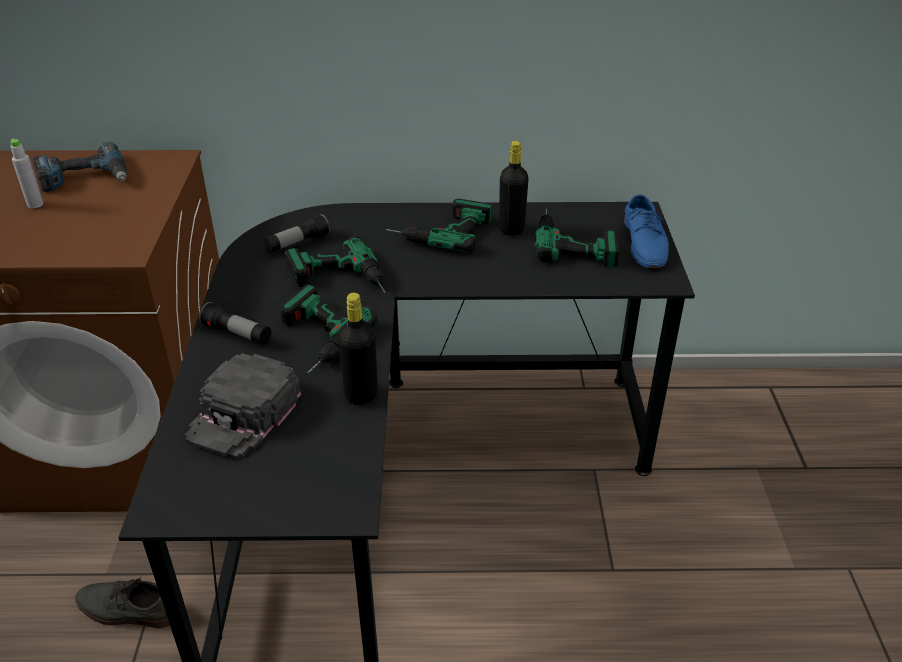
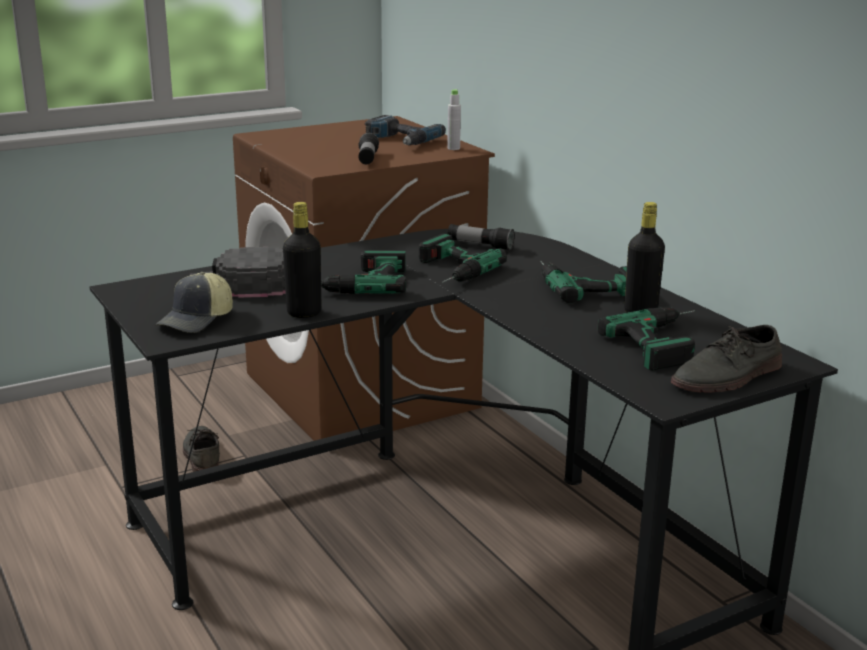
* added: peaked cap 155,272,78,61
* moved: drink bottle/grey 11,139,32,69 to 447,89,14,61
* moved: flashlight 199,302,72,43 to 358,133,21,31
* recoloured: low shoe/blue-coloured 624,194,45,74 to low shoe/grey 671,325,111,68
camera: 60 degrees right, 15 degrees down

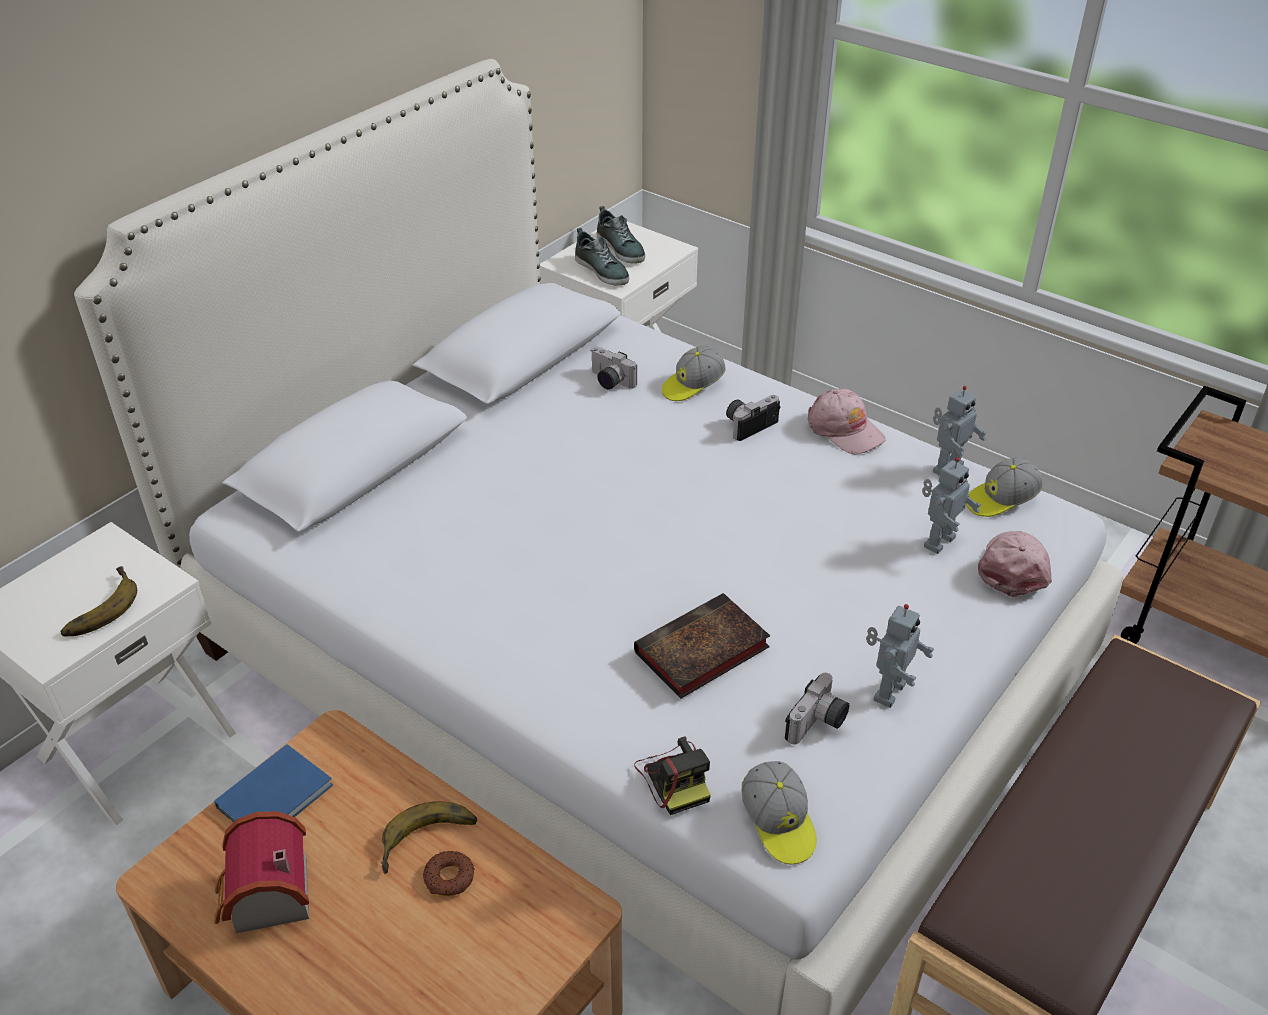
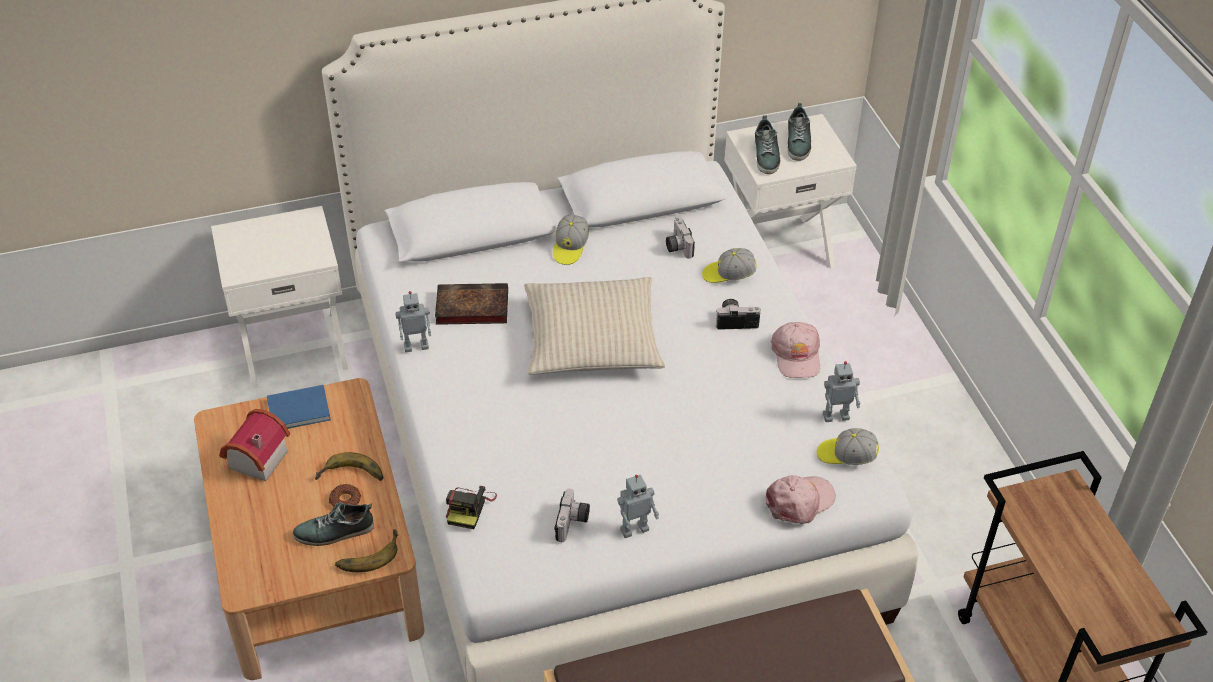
* added: low shoe 293,502,81,44
* added: cushion/sand-coloured 524,277,141,98
* moved: whole banana 60,566,77,71 to 335,529,63,43
* moved: volume 634,593,136,106 to 435,283,73,42
* moved: peaked cap 742,761,75,104 to 553,215,36,50
* moved: robot figure 922,457,59,97 to 395,291,36,61
* turned: photo camera 785,673,64,72 = 555,489,35,53 60 degrees counterclockwise
camera: 35 degrees right, 5 degrees up

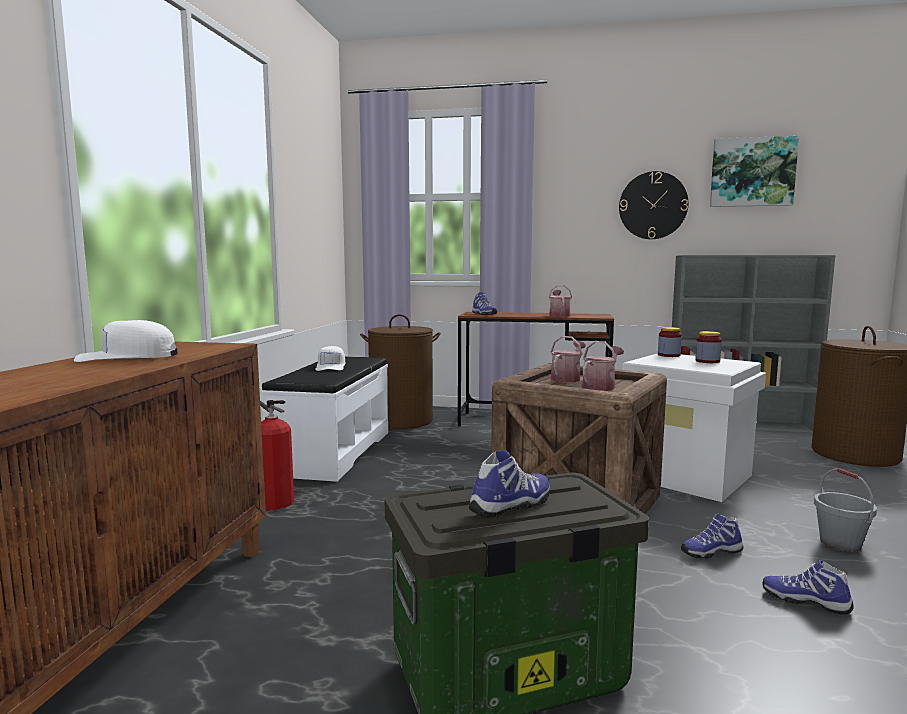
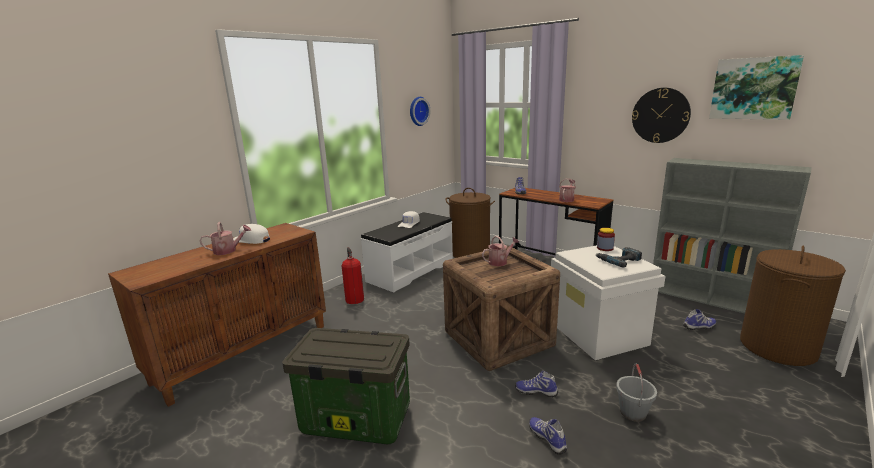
* added: hanging clock 410,97,20,29
* moved: low shoe 469,450,81,68 to 683,309,33,21
* moved: sprinkling can 582,341,42,50 to 199,222,52,33
* replaced: preserve jar 695,331,27,32 to drill 595,247,47,20
camera: 30 degrees right, 10 degrees up

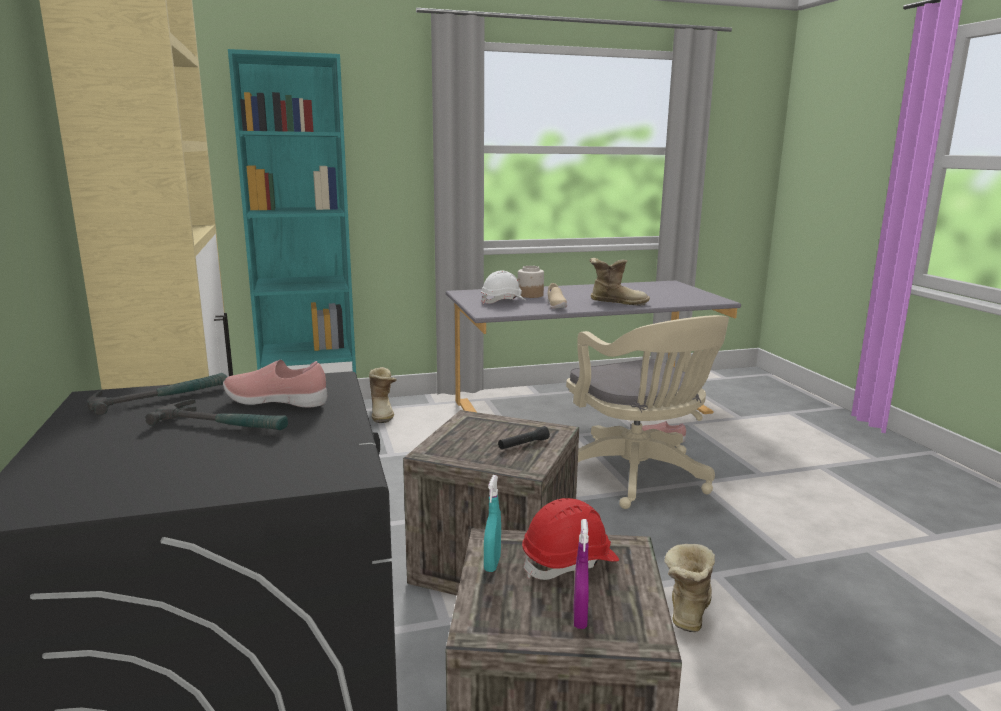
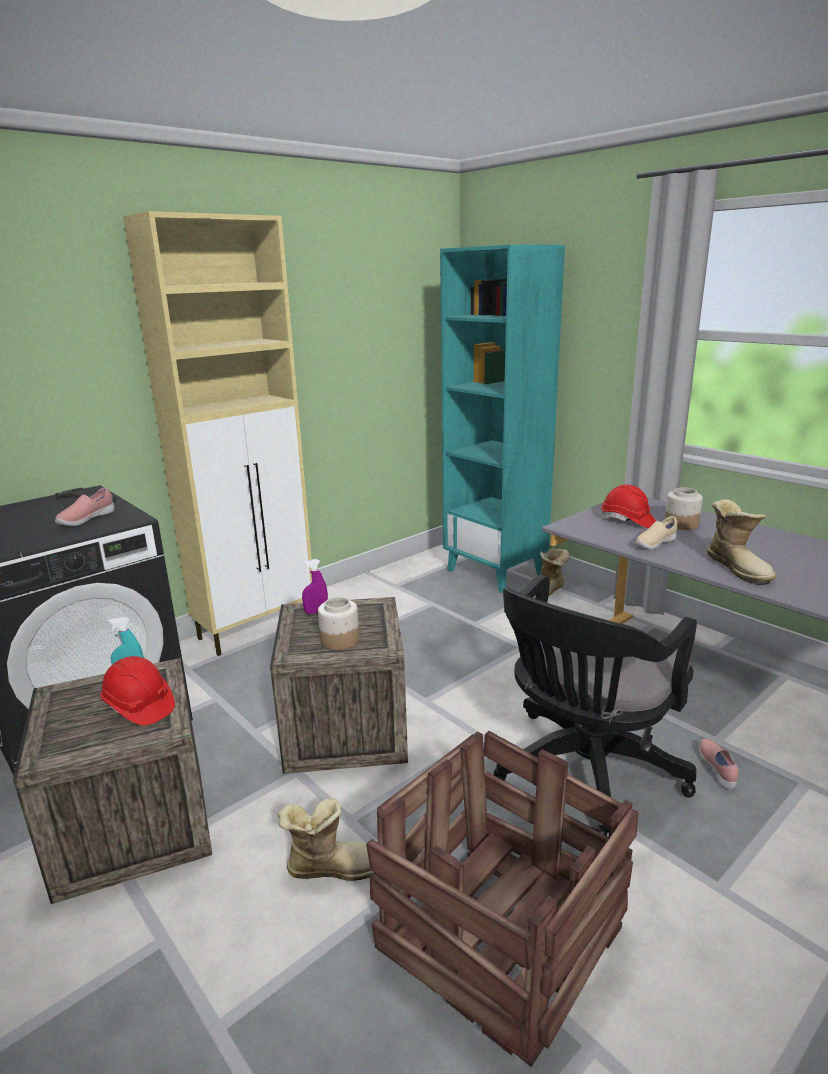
* removed: hammer 145,399,143,31
* added: shipping crate 366,731,273,336
* moved: sprayer/purple-coloured 574,519,15,110 to 302,559,26,55
* replaced: flashlight/black-coloured 498,426,52,24 to preserve jar 318,597,41,53
* recoloured: safety helmet/white-coloured 481,270,44,34 to safety helmet/red 601,485,55,43
* recoloured: computer chair/sand-coloured 566,315,163,194 to computer chair/black-coloured 494,575,203,261
* turned: low shoe/pink 223,360,104,48 = 55,487,59,39 135 degrees counterclockwise
camera: 65 degrees right, 5 degrees up

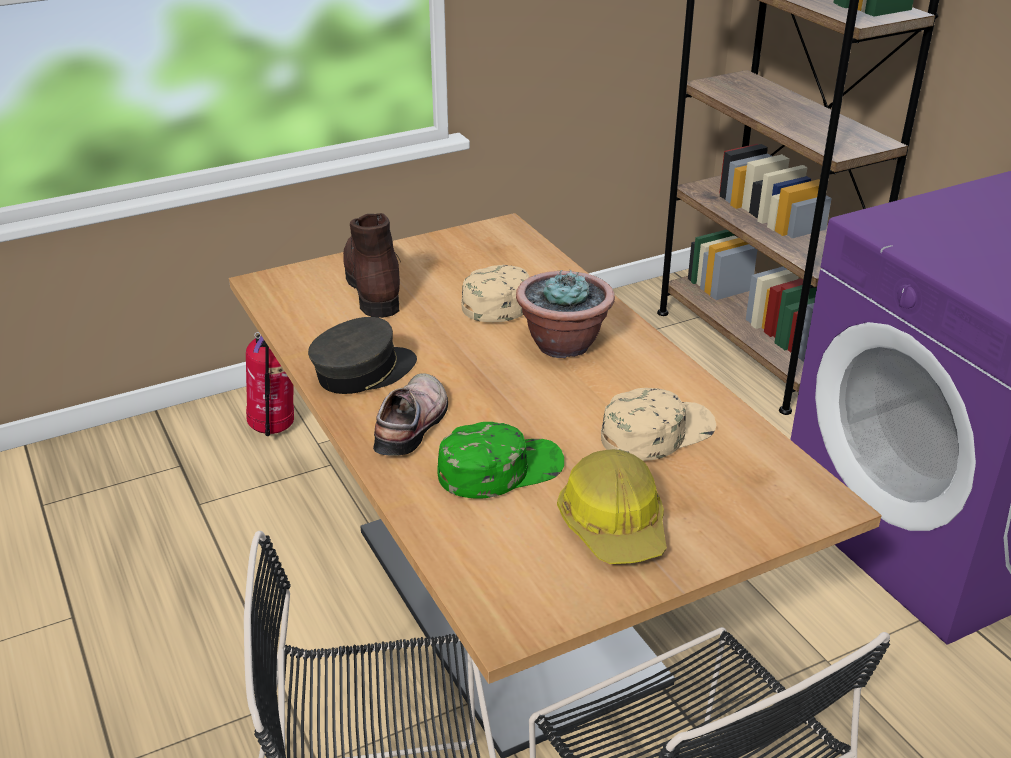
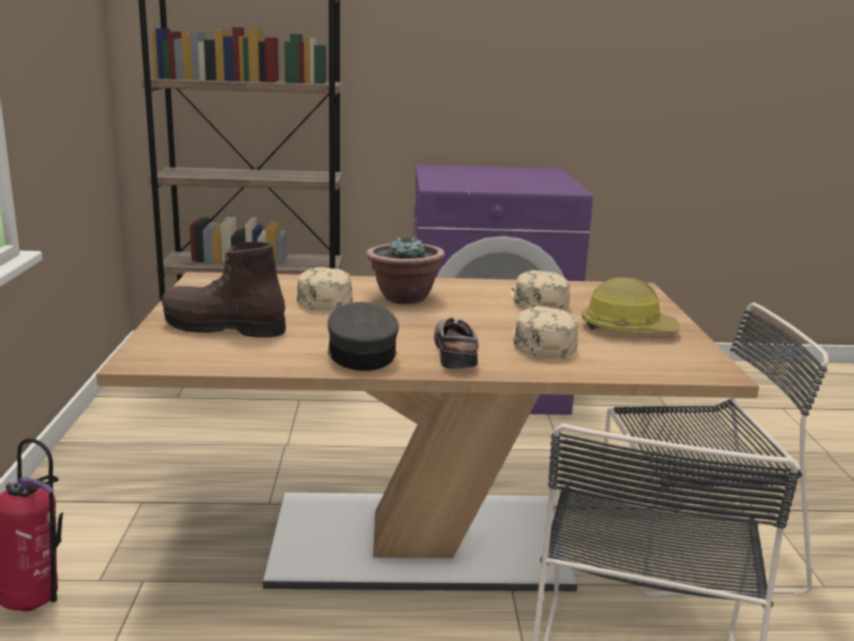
* recoloured: peaked cap/green 437,422,127,77 to peaked cap/sand-coloured 513,306,65,52
* turned: low shoe 373,373,75,82 = 434,318,45,51 45 degrees clockwise
camera: 65 degrees left, 15 degrees down

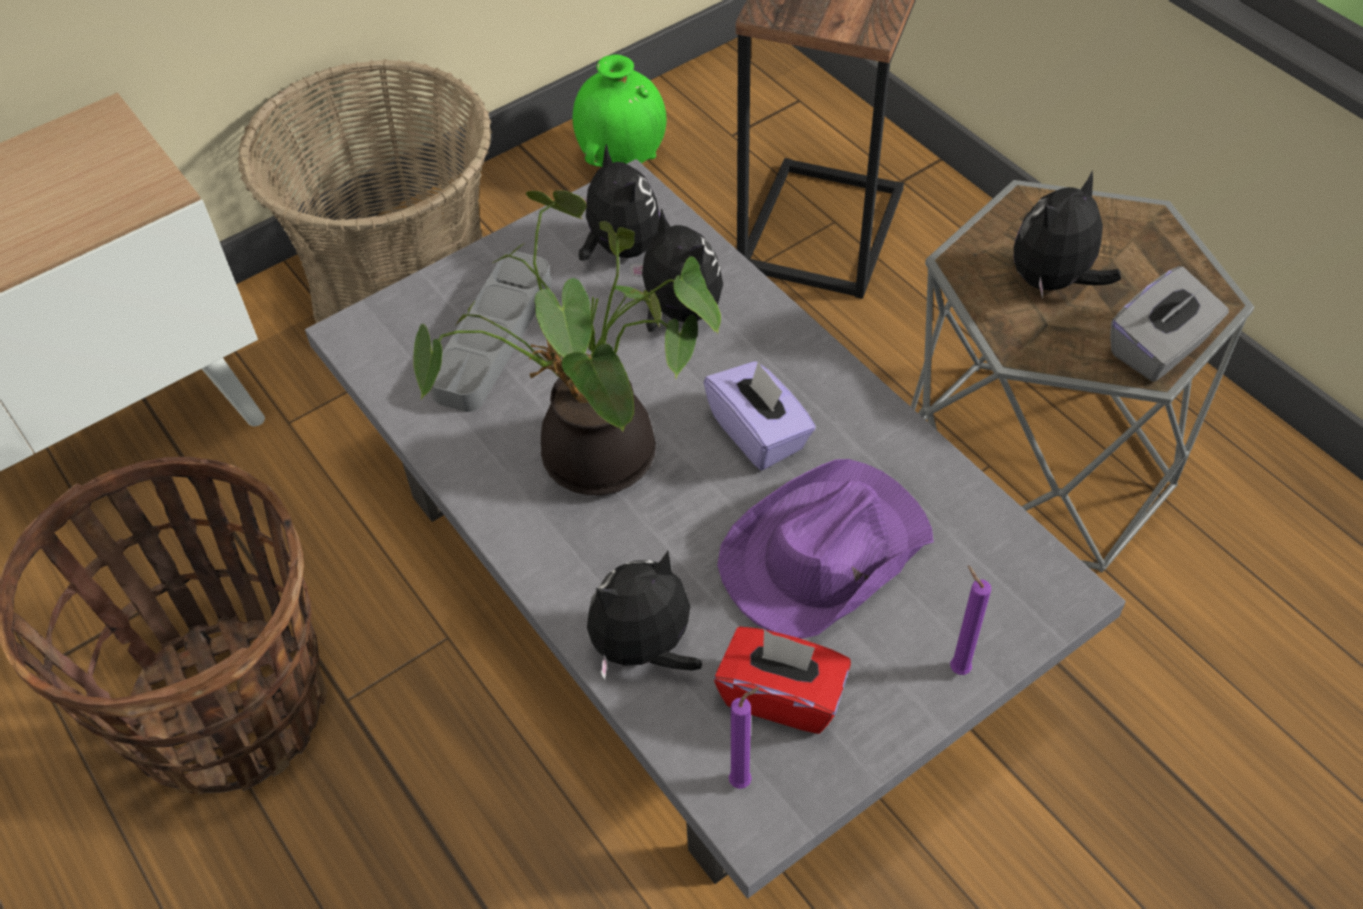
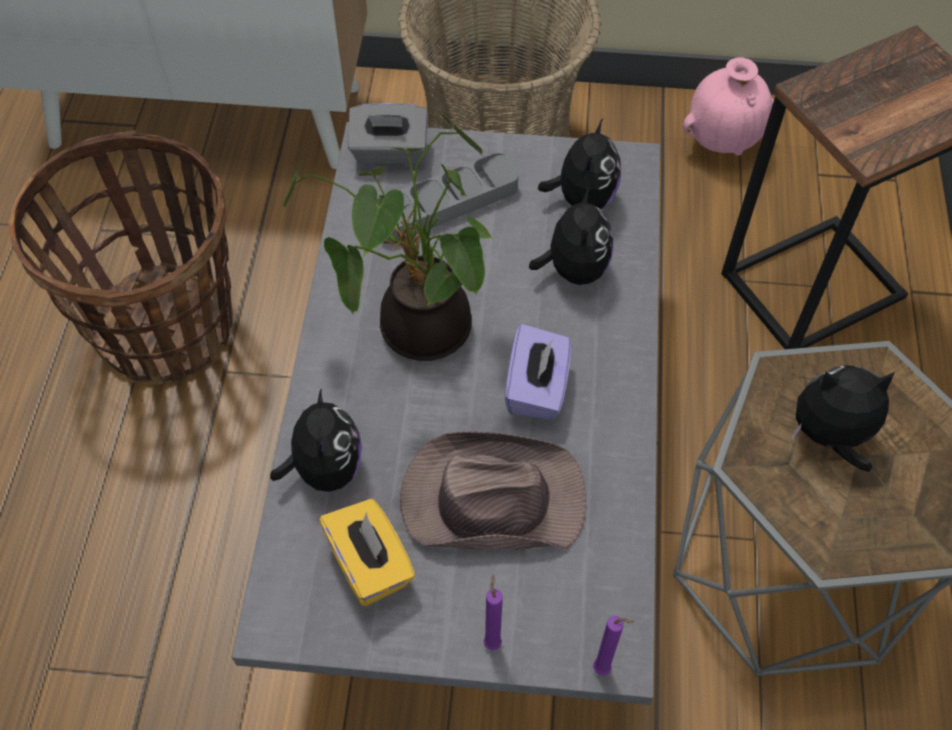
* moved: candle/purple-coloured 729,687,31,102 to 593,616,42,59
* moved: box of tissues/grey 1110,266,119,116 to 348,103,80,63
* recoloured: vase/green 572,54,95,113 to vase/pink 682,57,92,99
* recoloured: box of tissues/red 714,627,137,107 to box of tissues/yellow 319,499,96,107
* recoloured: clothing hat/purple-coloured 717,459,217,180 to clothing hat/brown-coloured 400,431,186,119
* turned: soft toy 587,551,115,129 = 270,388,92,104 75 degrees clockwise
camera: 40 degrees right, 5 degrees up

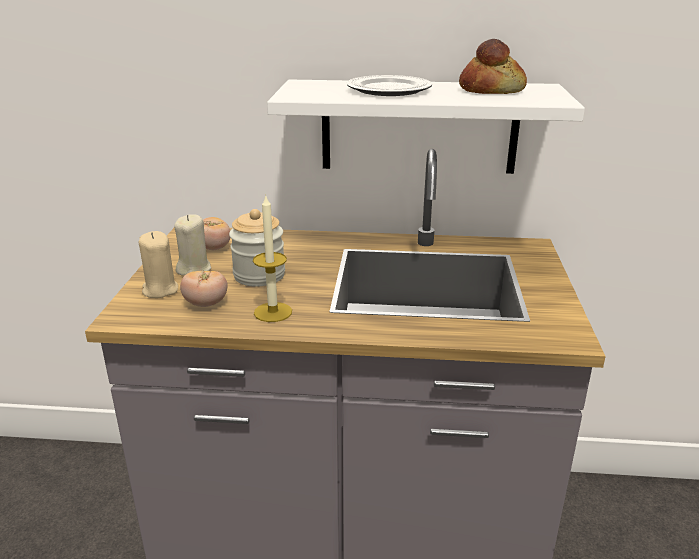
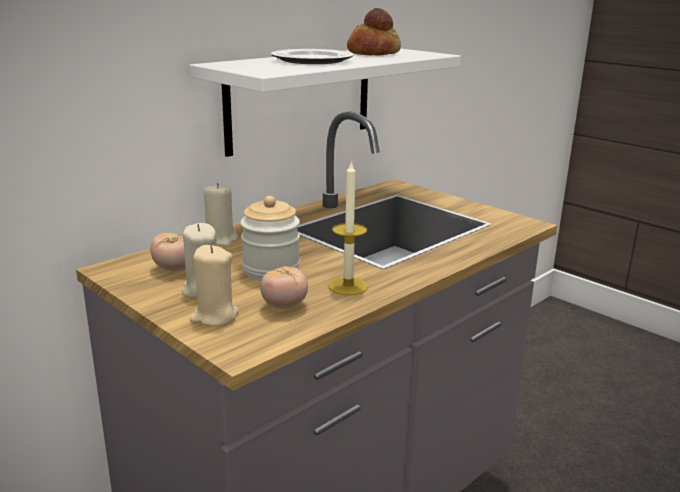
* added: candle/sand-coloured 204,183,34,64
camera: 50 degrees left, 5 degrees down

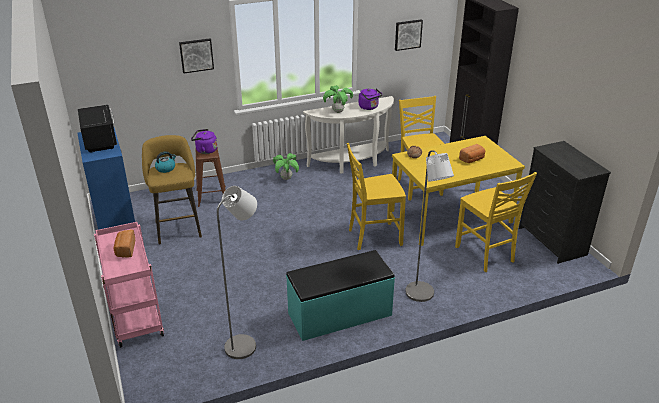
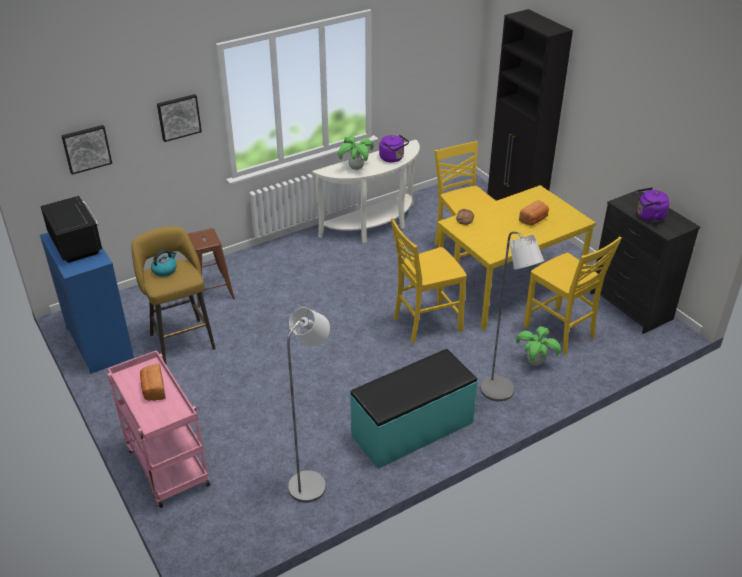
* moved: tea kettle/purple-coloured 191,129,26,25 to 636,187,34,35
* moved: plant in a pot 273,153,26,27 to 516,326,45,40
* moved: wall art 395,19,28,32 to 61,125,51,50
camera: 10 degrees left, 5 degrees up

